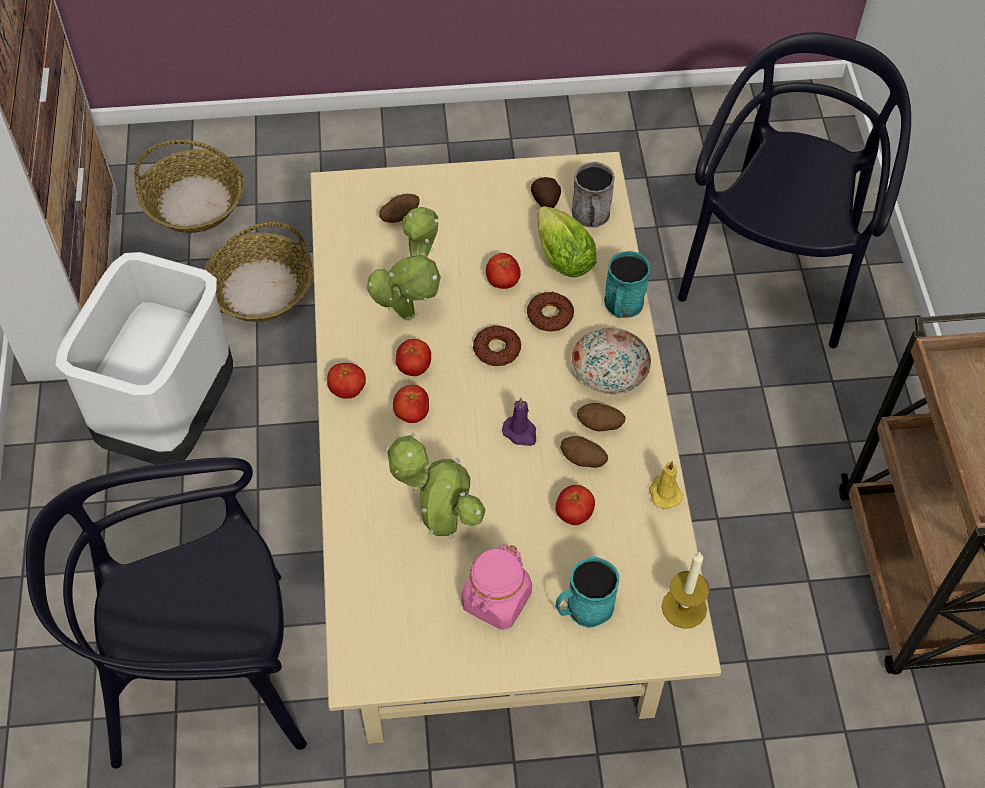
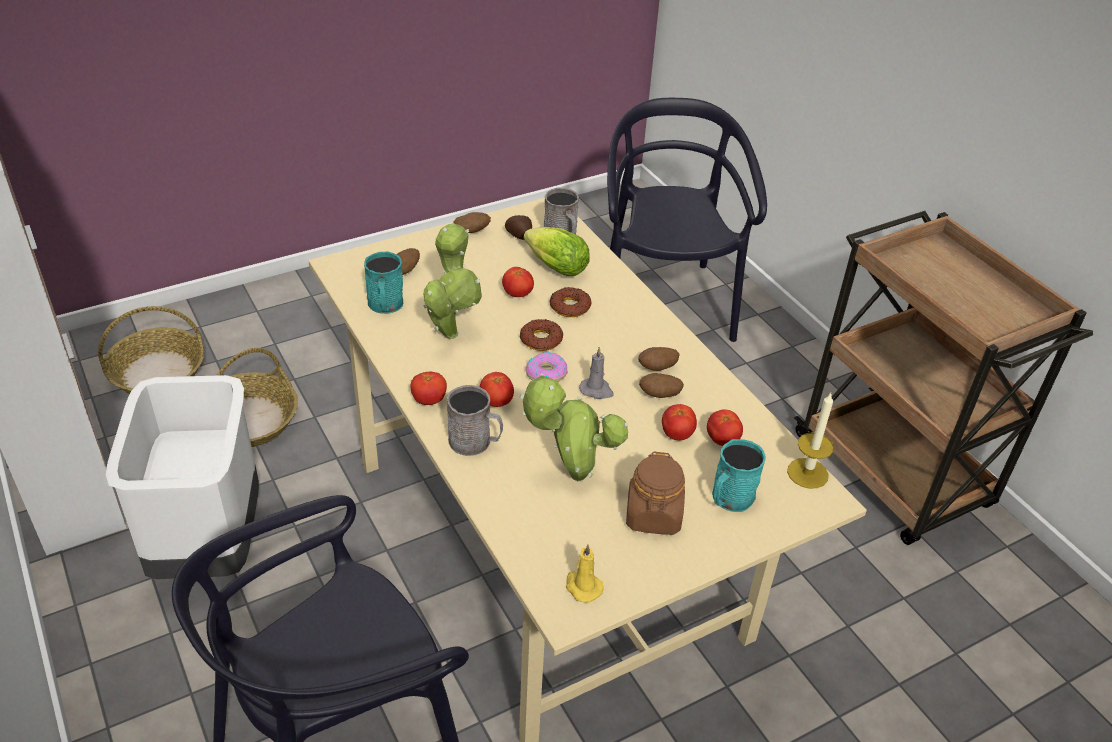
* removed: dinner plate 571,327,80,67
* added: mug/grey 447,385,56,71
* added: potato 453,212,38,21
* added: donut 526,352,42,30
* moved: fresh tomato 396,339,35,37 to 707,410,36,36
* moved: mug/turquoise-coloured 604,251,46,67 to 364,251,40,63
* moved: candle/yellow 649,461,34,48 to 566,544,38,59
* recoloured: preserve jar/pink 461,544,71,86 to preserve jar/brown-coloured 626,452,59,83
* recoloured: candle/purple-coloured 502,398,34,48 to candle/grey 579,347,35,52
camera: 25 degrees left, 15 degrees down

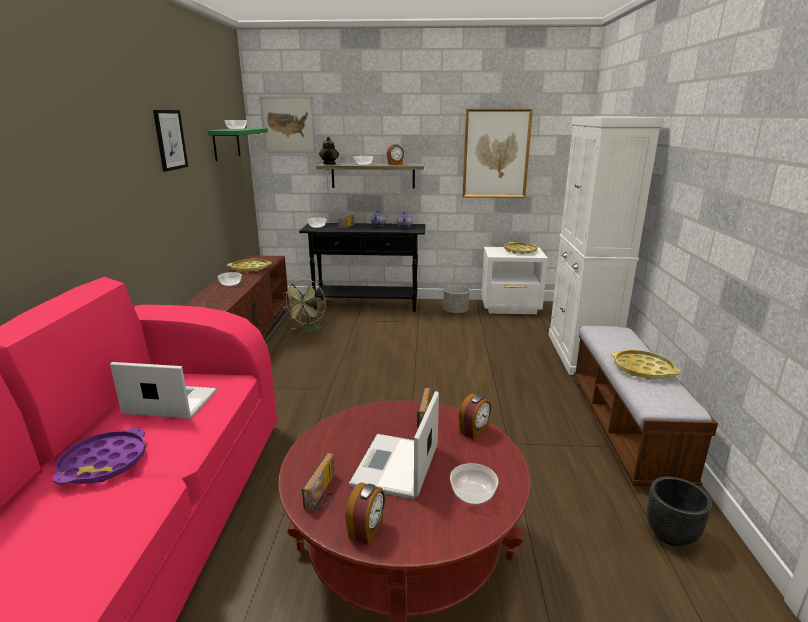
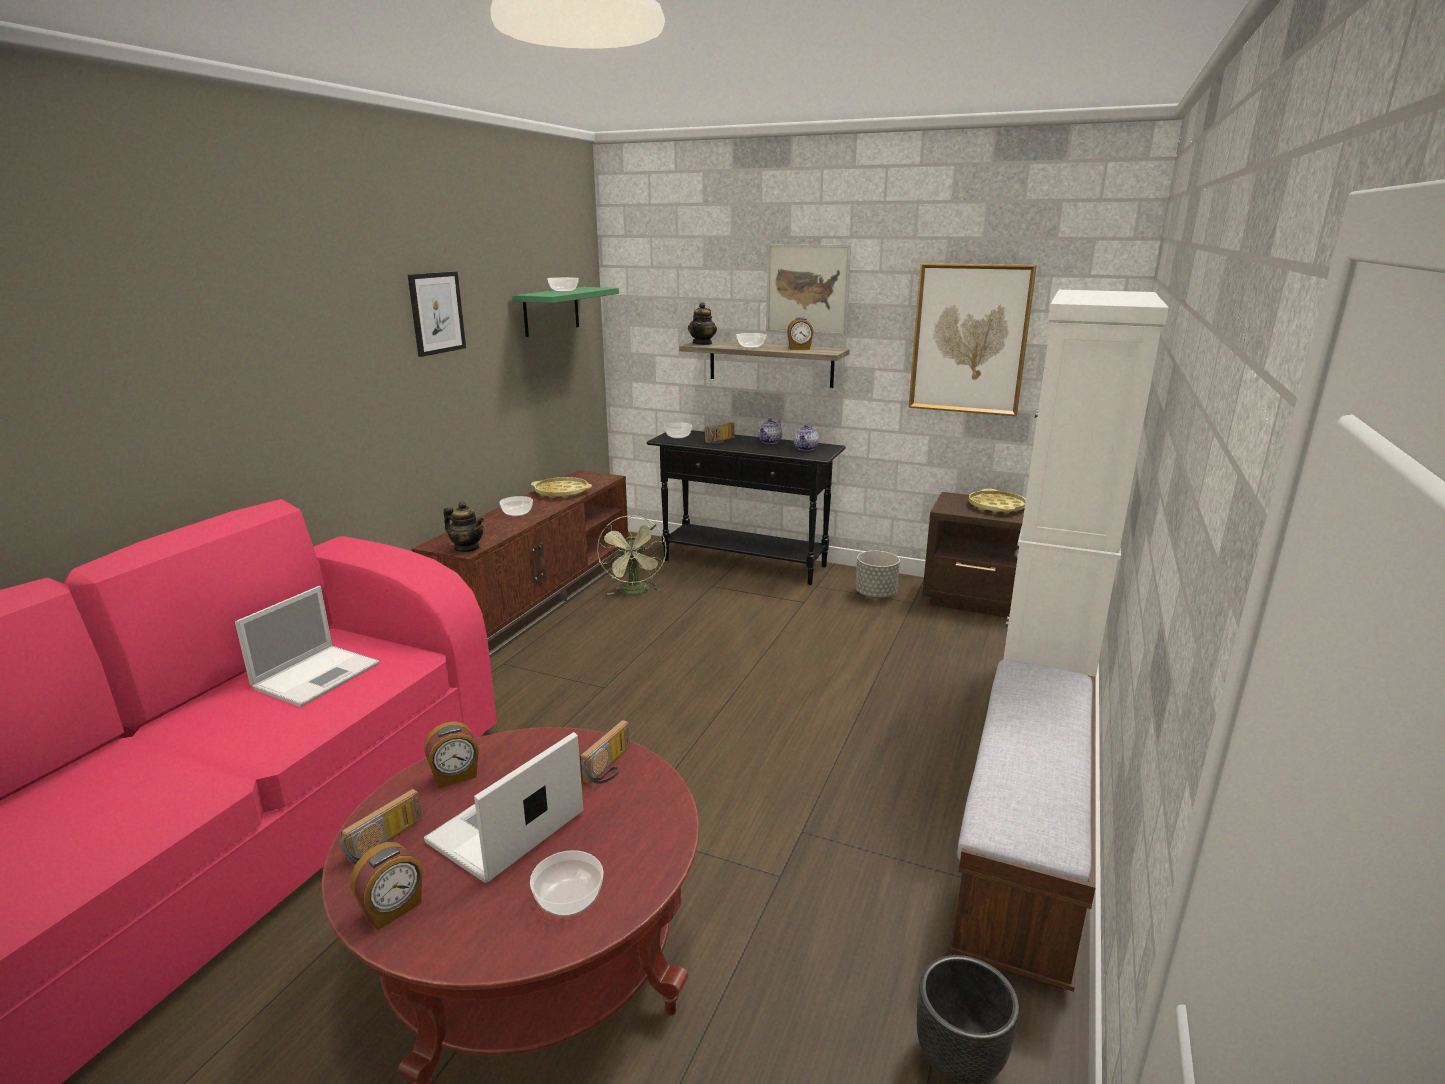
* removed: serving tray/purple-coloured 52,428,94,57
* removed: serving tray/yellow 611,350,69,30
* added: pot for tea 443,501,41,51
* moved: wall art 259,96,57,57 to 766,244,85,91
* moved: bedside clock 459,394,32,45 to 424,721,55,67
* recoloured: bedside table/white-coloured 481,247,67,67 to bedside table/brown-coloured 922,492,103,126
* turned: notebook computer 110,362,107,57 = 235,586,144,121 90 degrees clockwise
* turned: electric fan/green 282,279,46,54 = 597,515,69,80 45 degrees counterclockwise
camera: 20 degrees right, 0 degrees up

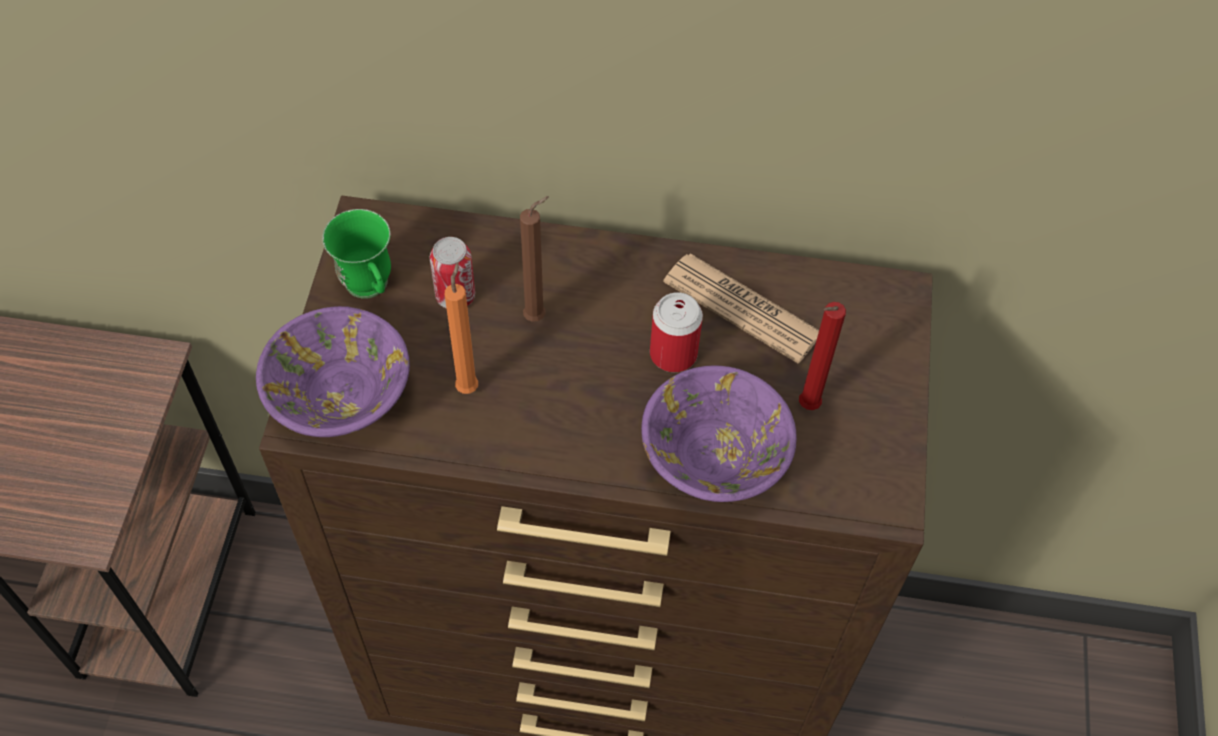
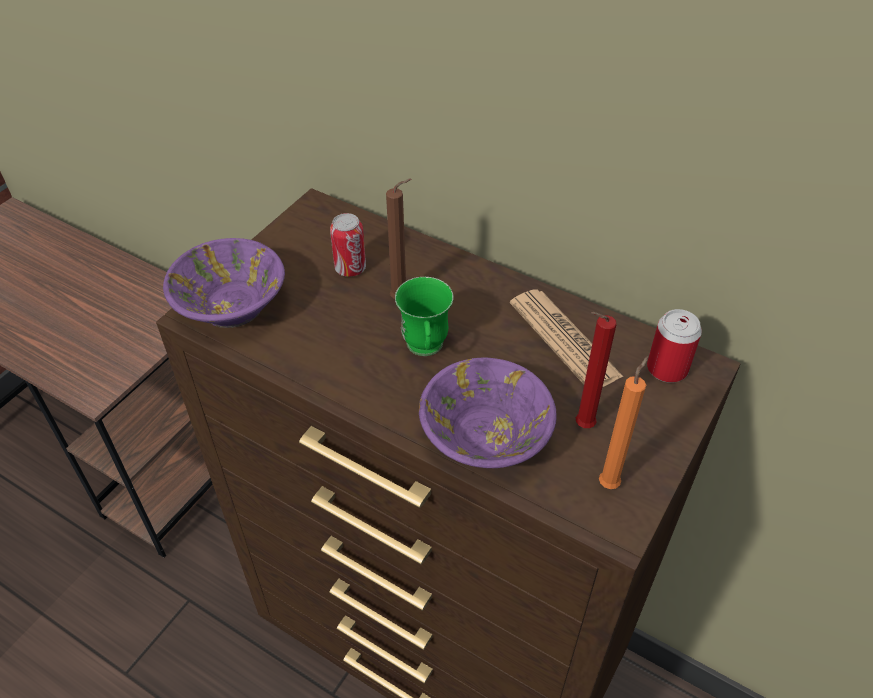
* moved: mug/green 322,209,69,90 to 395,277,59,79
* moved: candle/orange 445,262,33,132 to 599,356,49,133
* moved: sealed can 650,292,53,80 to 647,309,55,74
camera: 25 degrees right, 10 degrees down

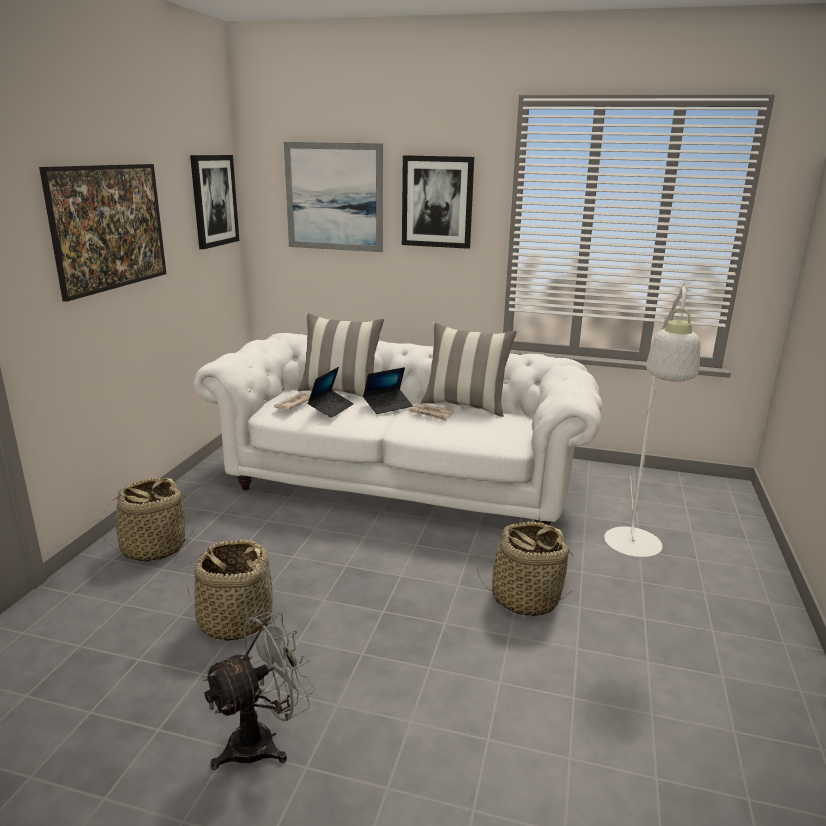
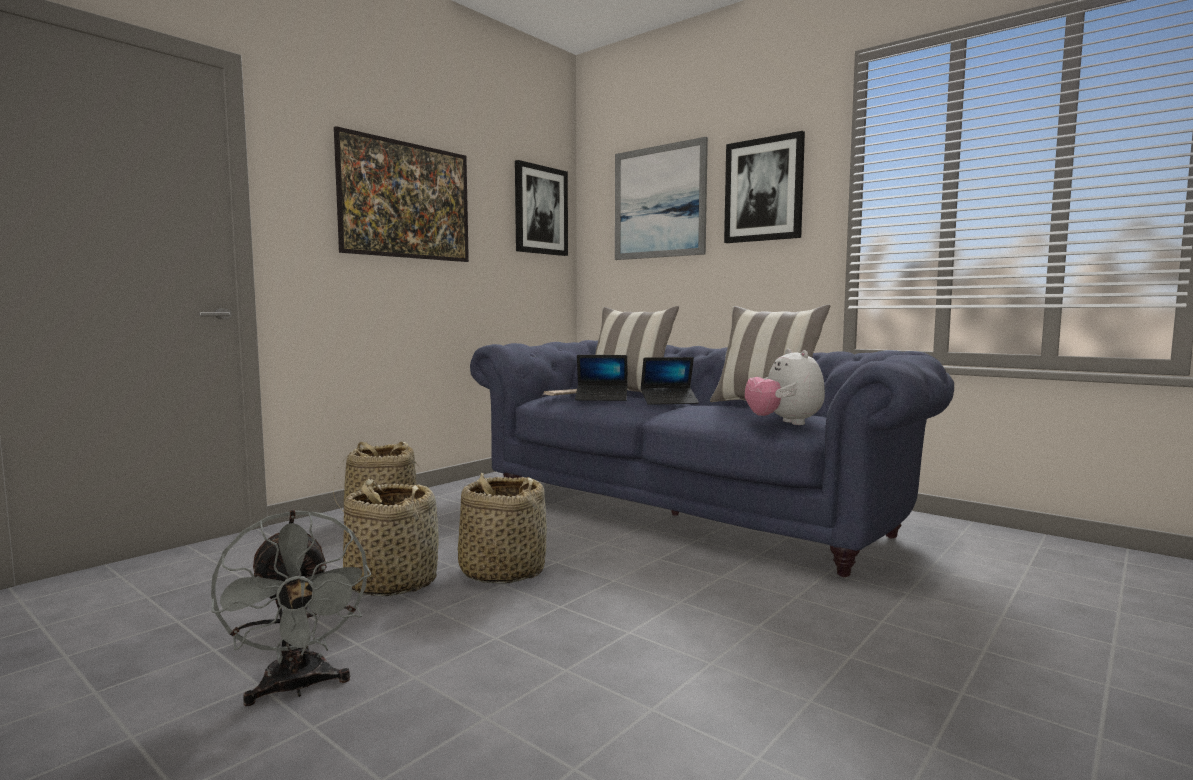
* removed: daily paper 409,403,45,18
* removed: standard lamp/white-coloured 604,284,96,274
* added: soft toy 745,349,80,76
* moved: household basket 477,522,97,94 to 458,473,89,111
* recoloured: settee/white-coloured 194,333,408,192 to settee/blue-coloured 470,340,484,237
* turned: electric fan/grey 203,612,112,158 = 211,510,161,196 75 degrees clockwise
* turned: notebook computer 308,367,46,51 = 575,355,53,46 45 degrees clockwise
camera: 25 degrees right, 15 degrees down

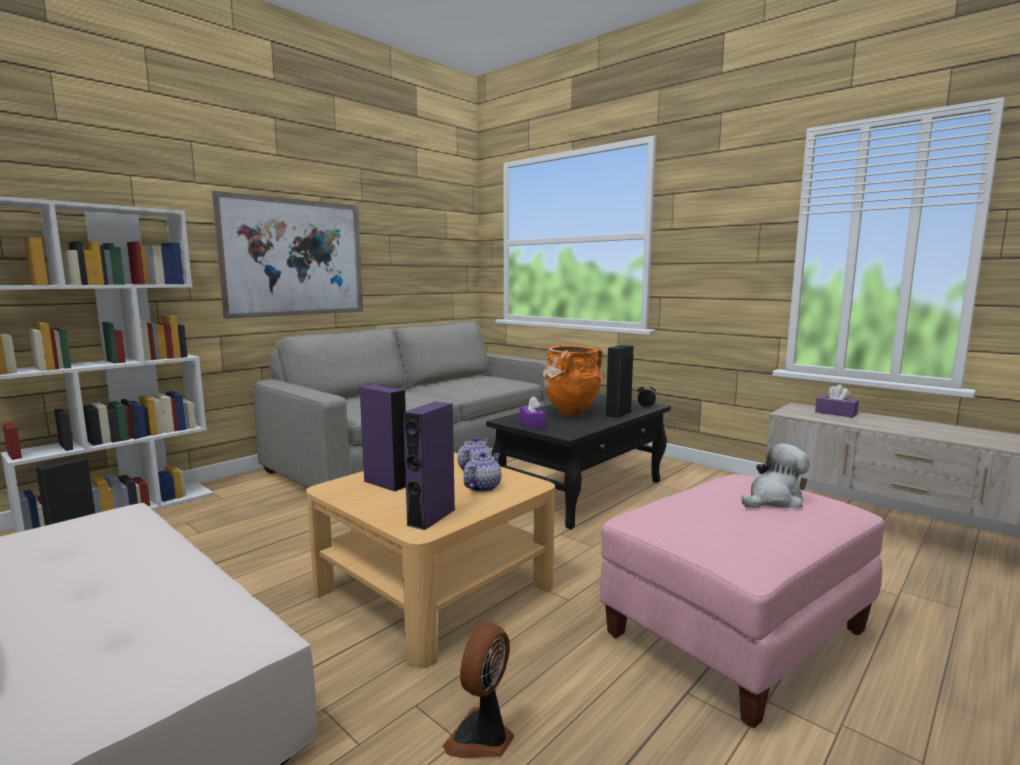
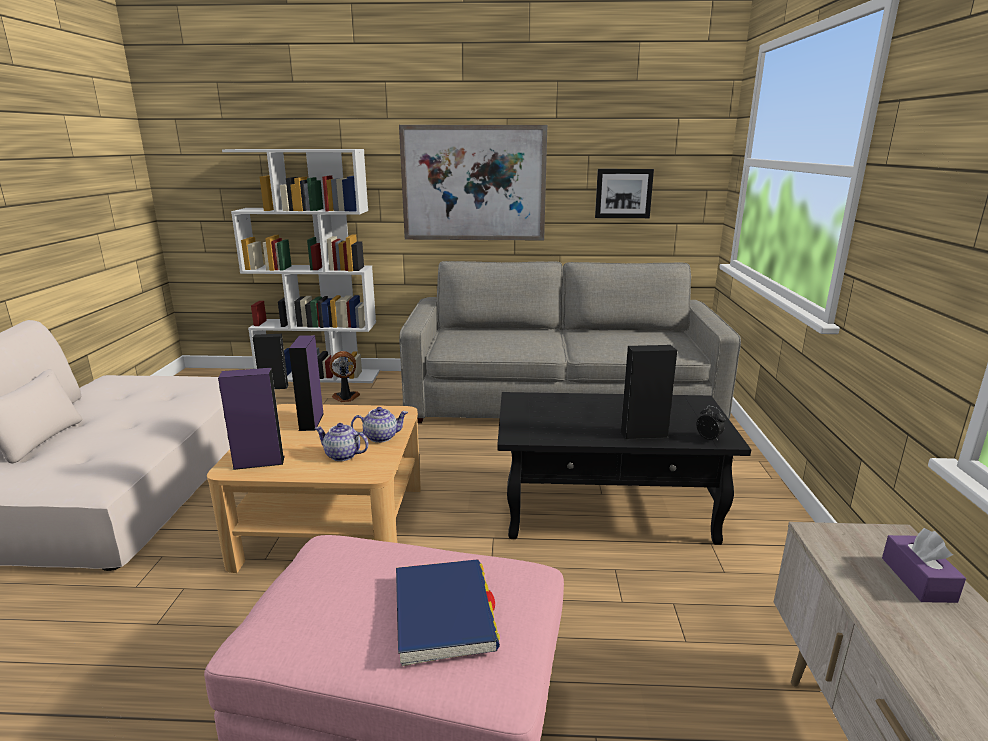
* removed: box of tissues/purple-coloured 520,396,25,33
* removed: vase/orange 543,344,60,73
* added: wall art 595,169,59,49
* moved: electric fan 443,622,71,136 to 330,351,30,51
* replaced: soft toy 741,444,68,64 to volume/blue-coloured 396,559,104,107
* turned: pot for tea 464,452,37,40 = 315,423,53,38 150 degrees counterclockwise
camera: 50 degrees right, 10 degrees up

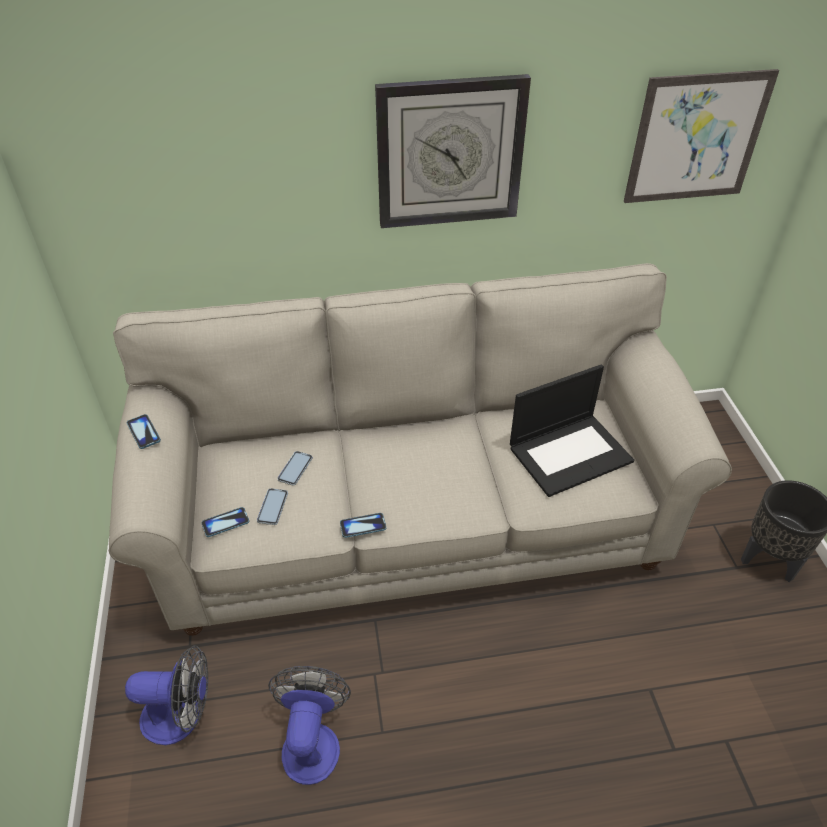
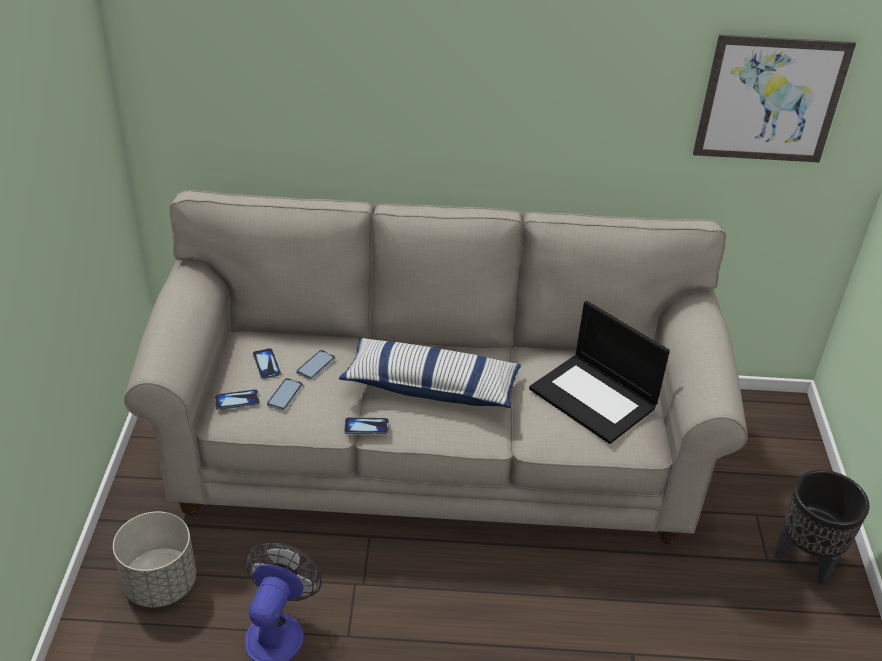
* removed: hanging clock 375,74,156,154
* added: cushion 339,338,182,70
* moved: handset 127,414,34,35 to 253,348,28,31
* replaced: electric fan 125,645,83,100 to plant pot/grey 113,511,83,97
* turned: notebook computer 510,364,124,133 = 529,301,141,143 60 degrees clockwise
camera: 10 degrees right, 5 degrees down

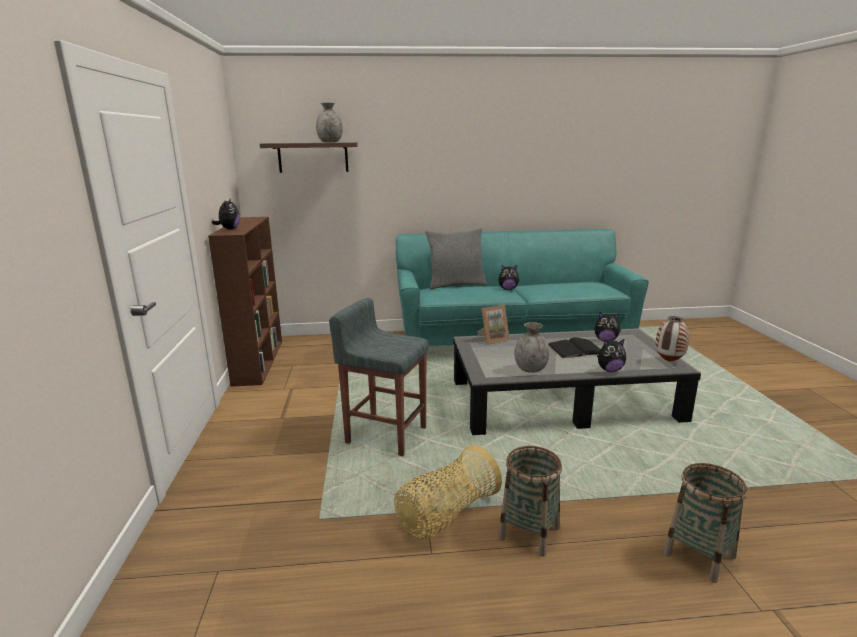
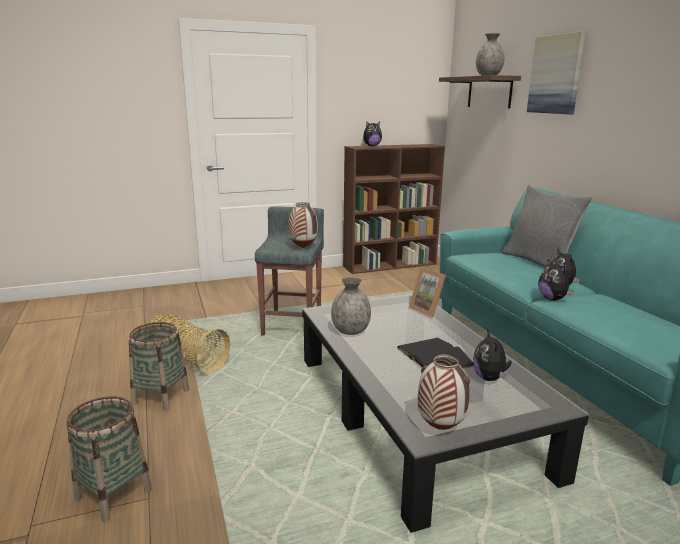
* added: vase 288,202,30,46
* added: wall art 527,31,59,83
* moved: soft toy 597,339,29,33 to 538,259,36,42
camera: 75 degrees right, 0 degrees up

